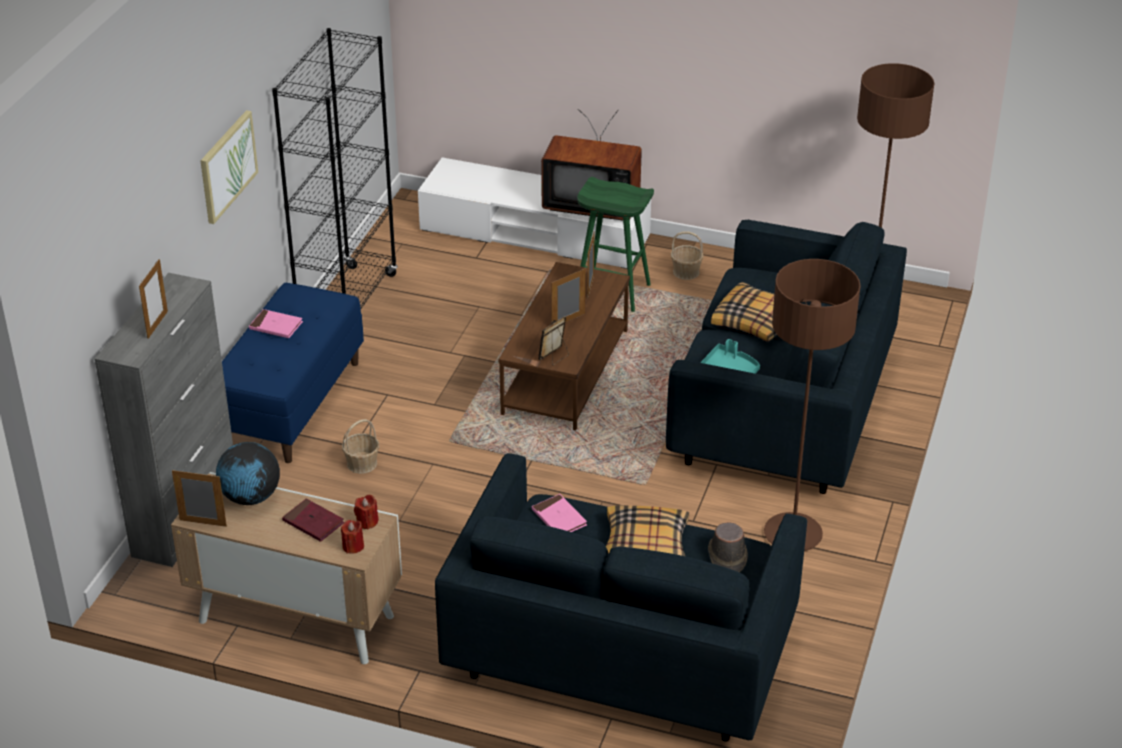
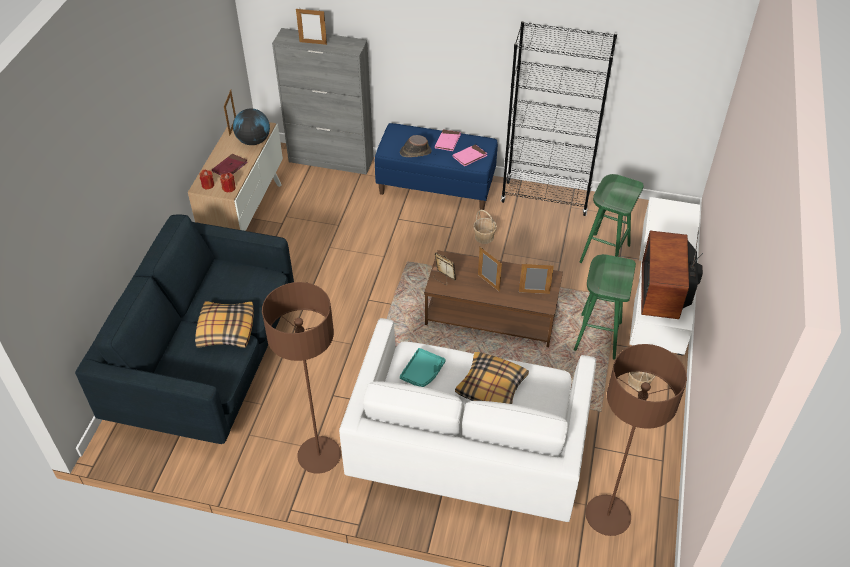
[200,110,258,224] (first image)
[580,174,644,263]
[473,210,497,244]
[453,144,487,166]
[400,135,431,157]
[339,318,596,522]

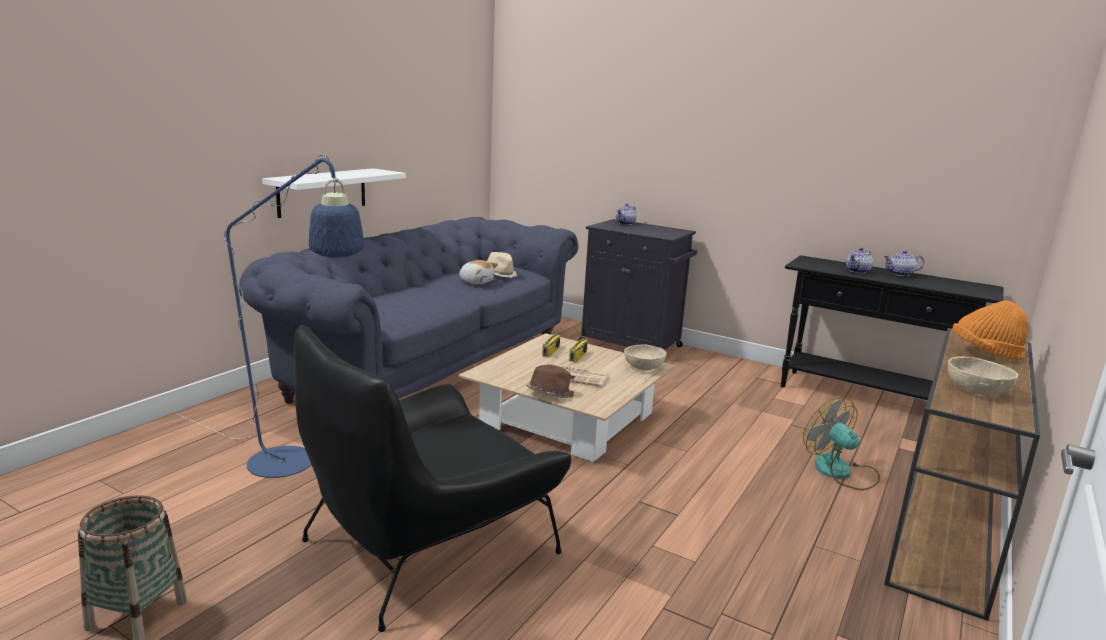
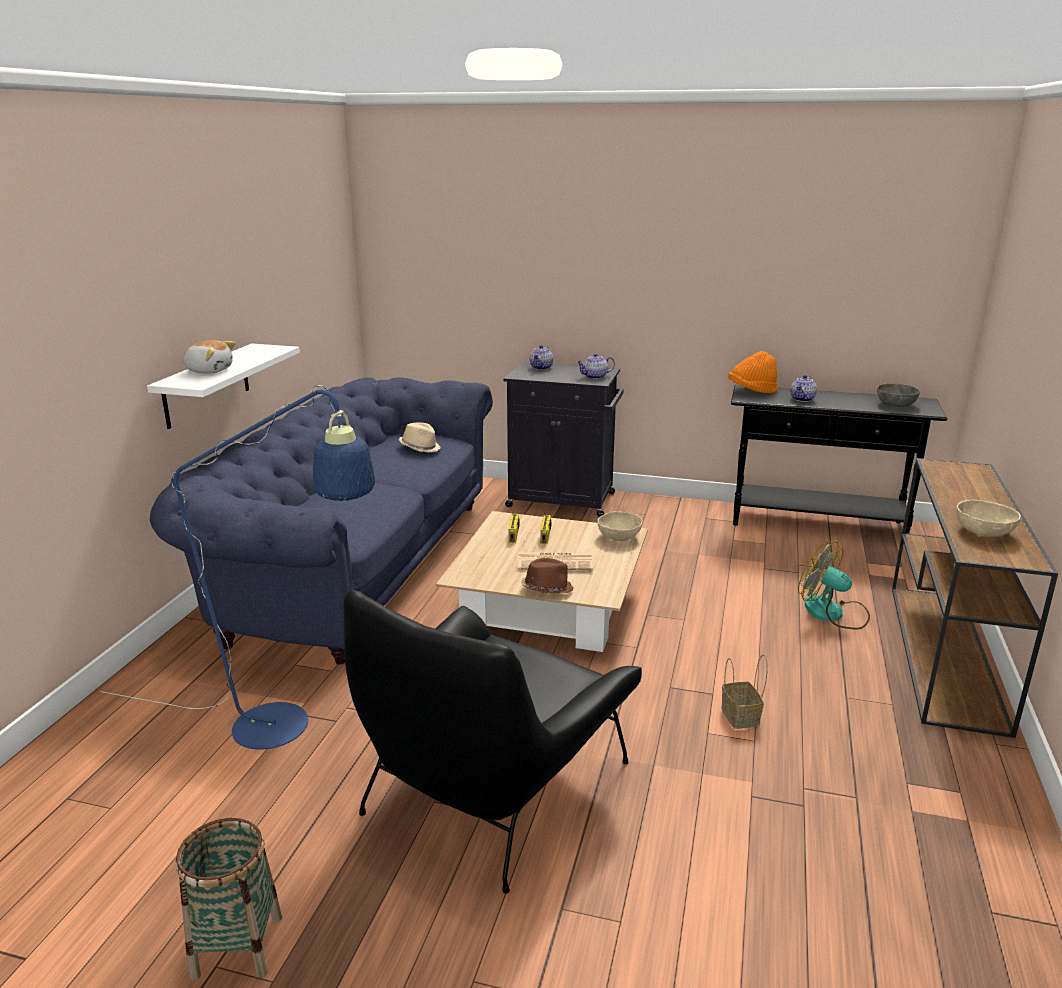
[722,654,768,729]
[877,383,920,407]
[182,340,236,374]
[577,353,615,379]
[728,351,778,393]

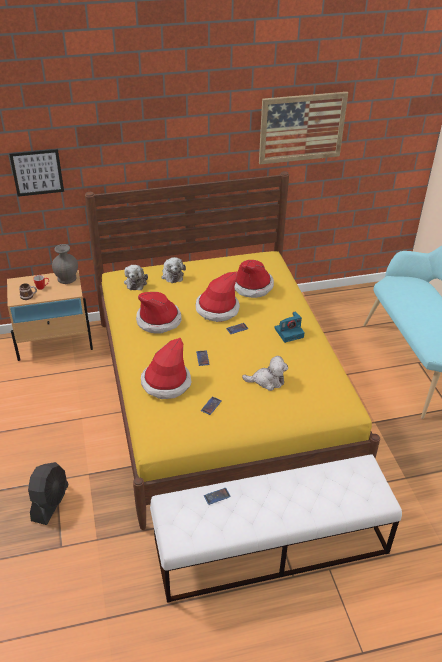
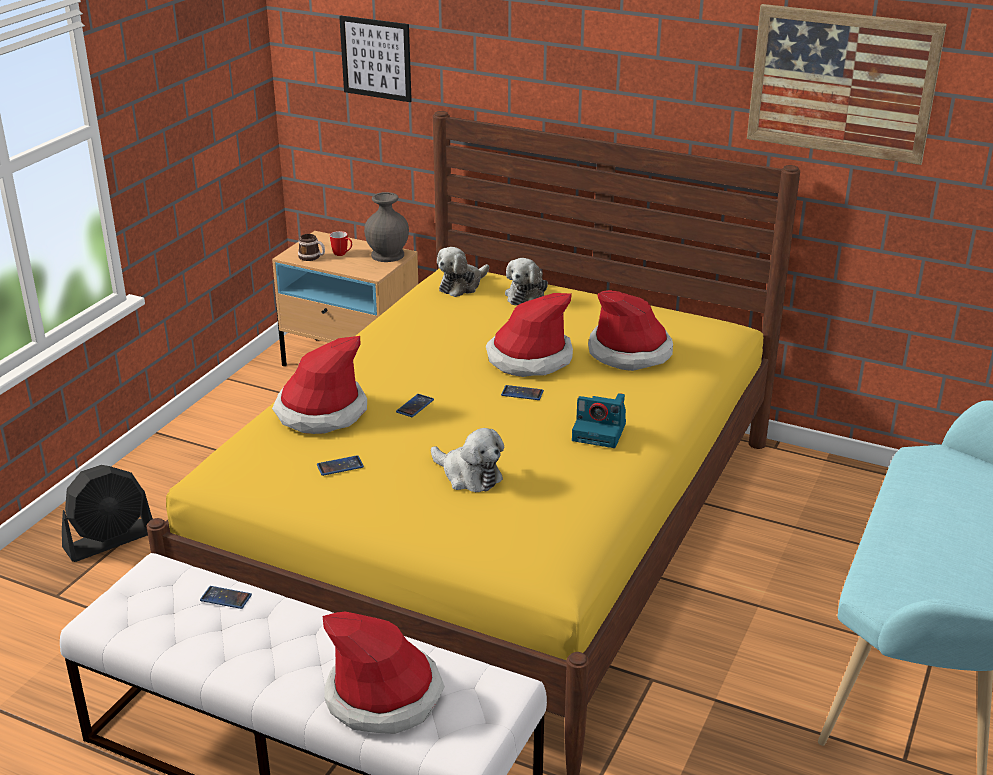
[322,612,445,734]

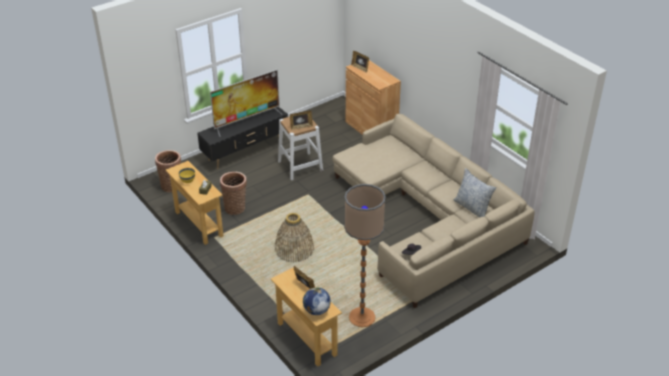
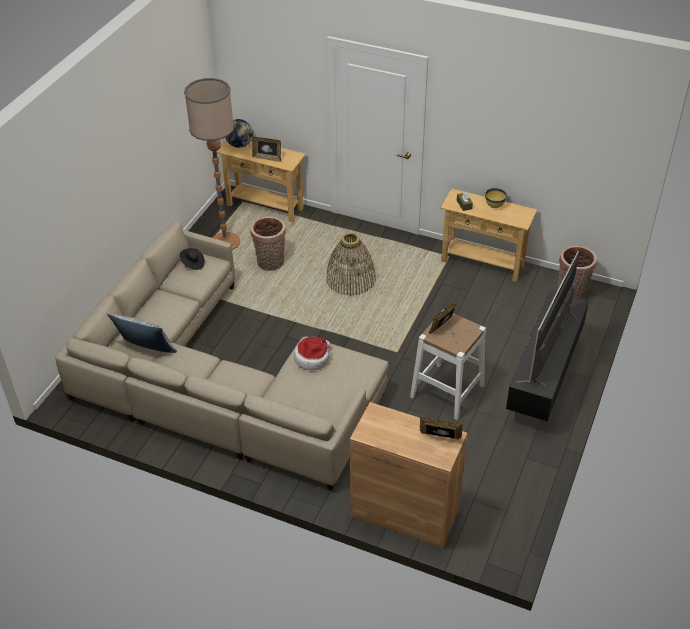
[294,337,330,370]
[251,216,286,271]

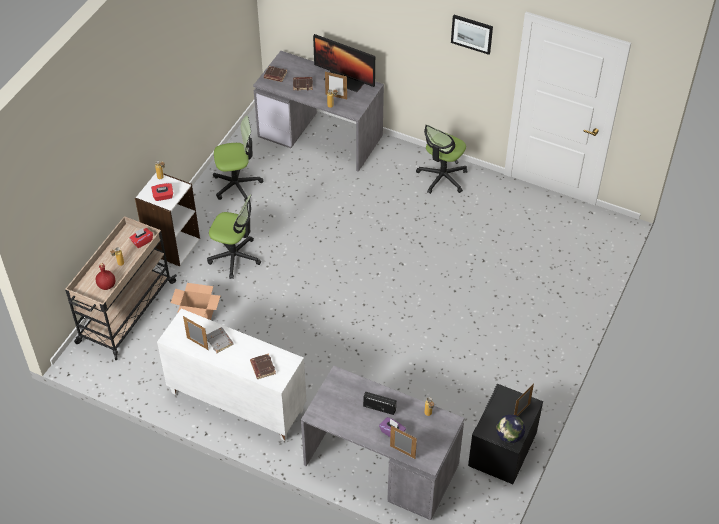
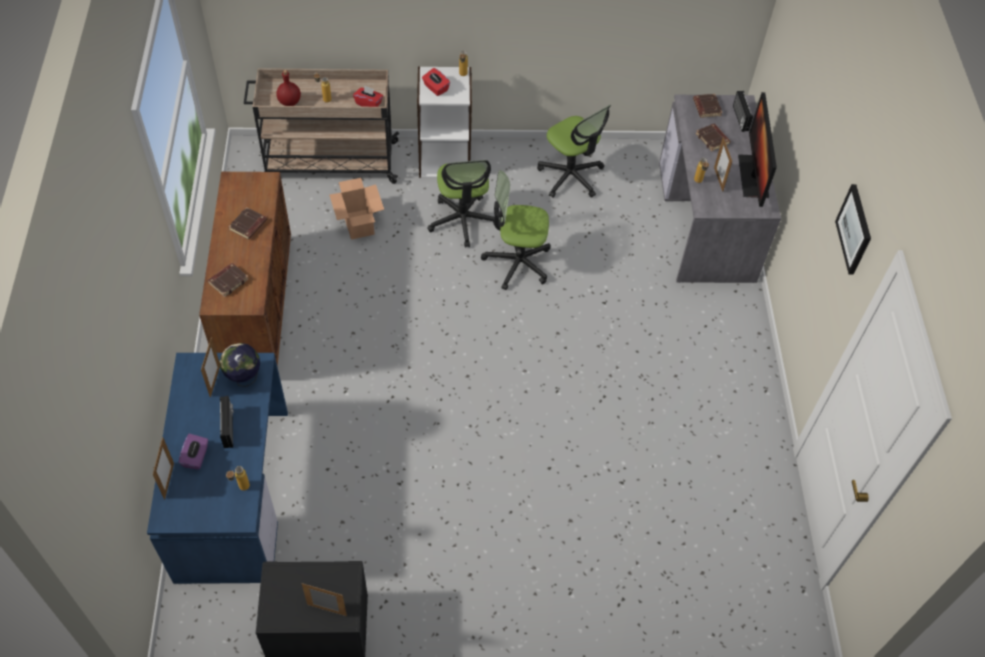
[733,91,753,132]
[201,337,220,397]
[481,170,551,290]
[220,343,260,387]
[199,172,291,367]
[229,207,267,239]
[147,353,288,584]

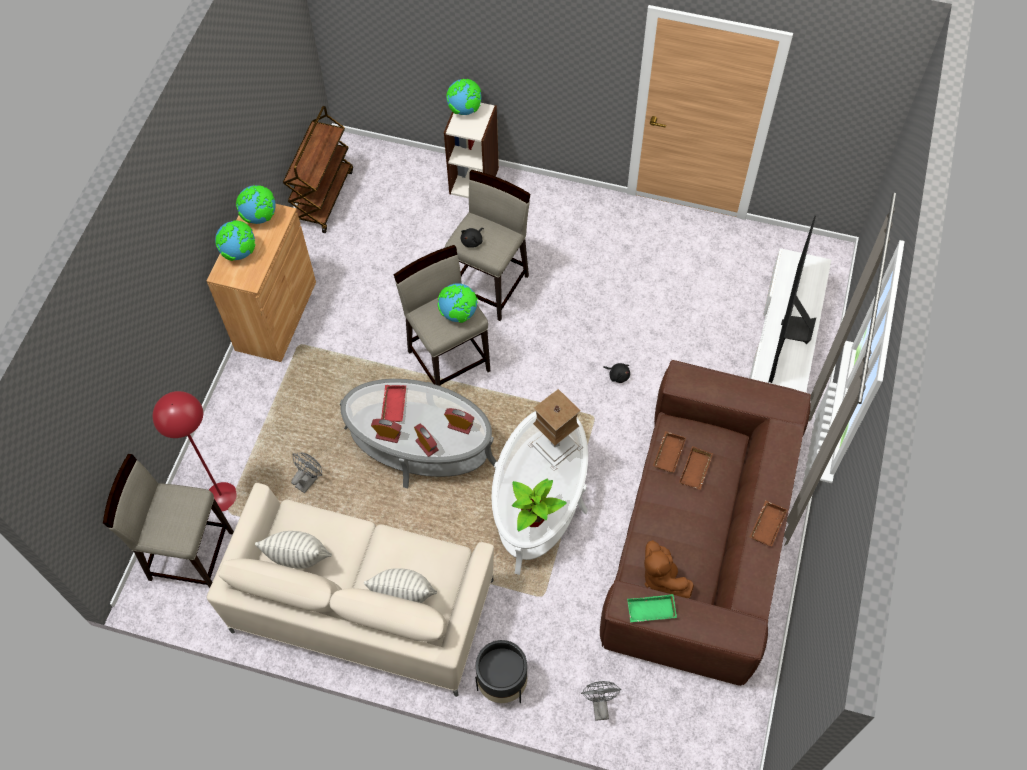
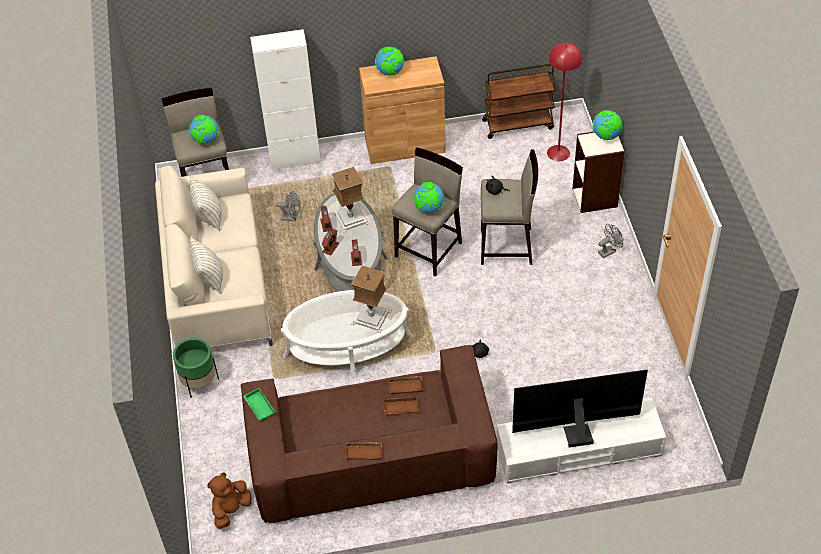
[512,479,567,531] (first image)
[250,29,321,170]
[547,42,582,161]
[189,115,219,144]
[598,224,623,258]
[207,472,252,529]
[331,167,370,233]
[173,338,219,398]

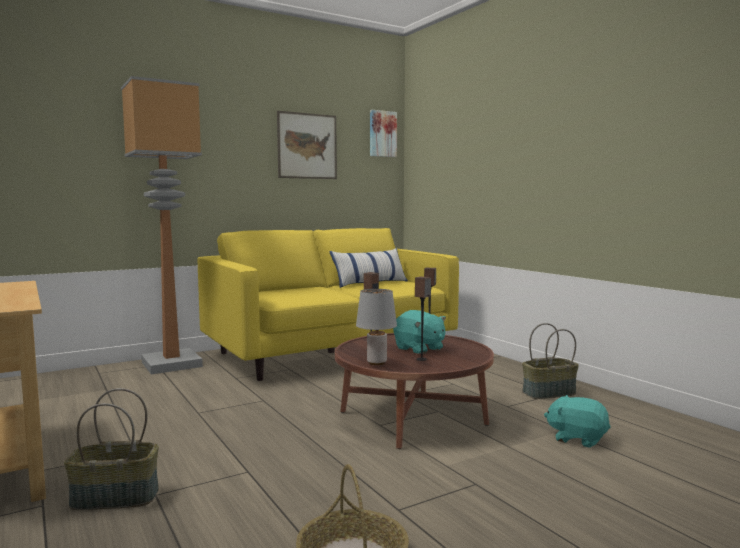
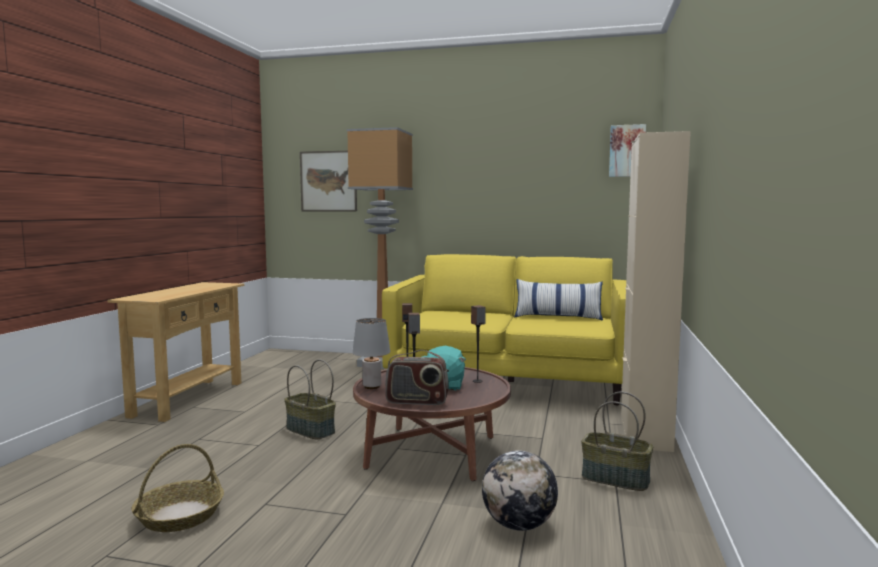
[385,350,449,405]
[621,131,691,452]
[284,359,336,439]
[300,151,357,211]
[482,450,558,531]

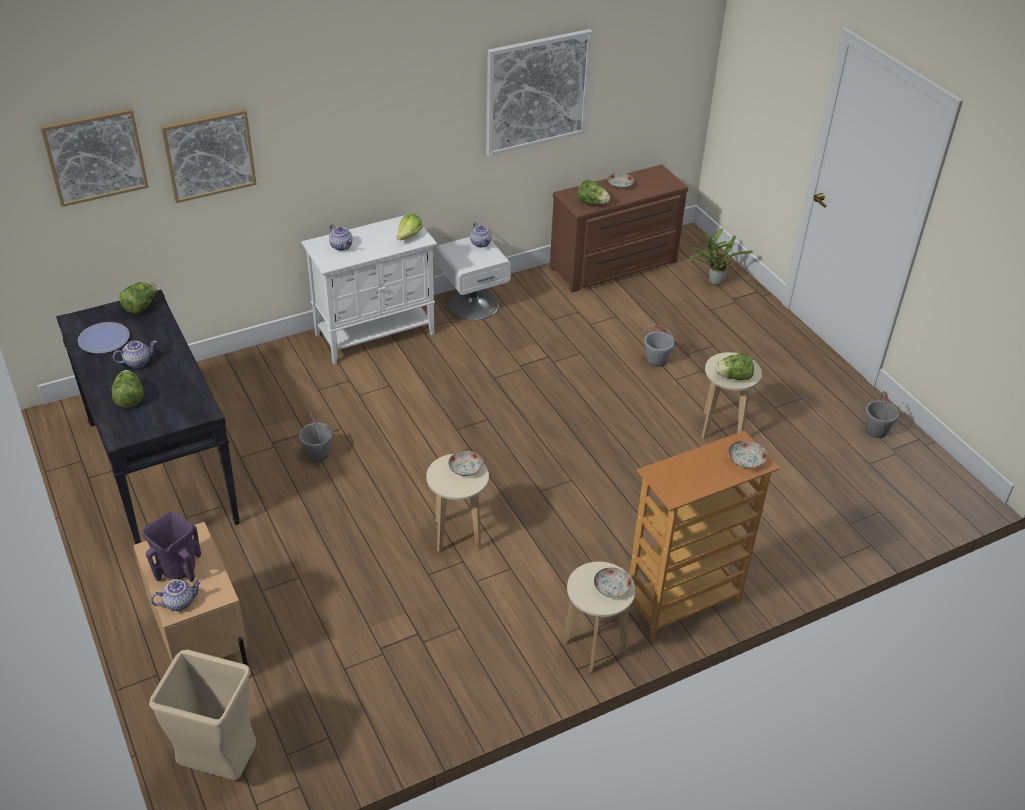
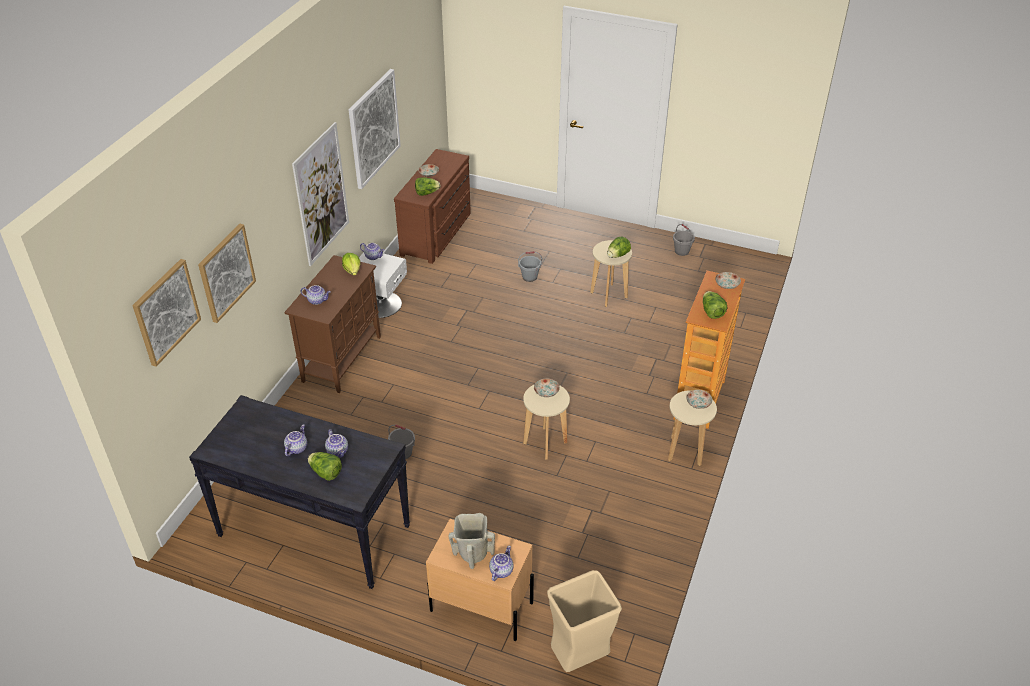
[78,322,130,354] (first image)
[689,229,753,285] (first image)
[292,122,349,266]
[325,429,348,458]
[703,291,727,319]
[449,513,495,569]
[284,255,381,393]

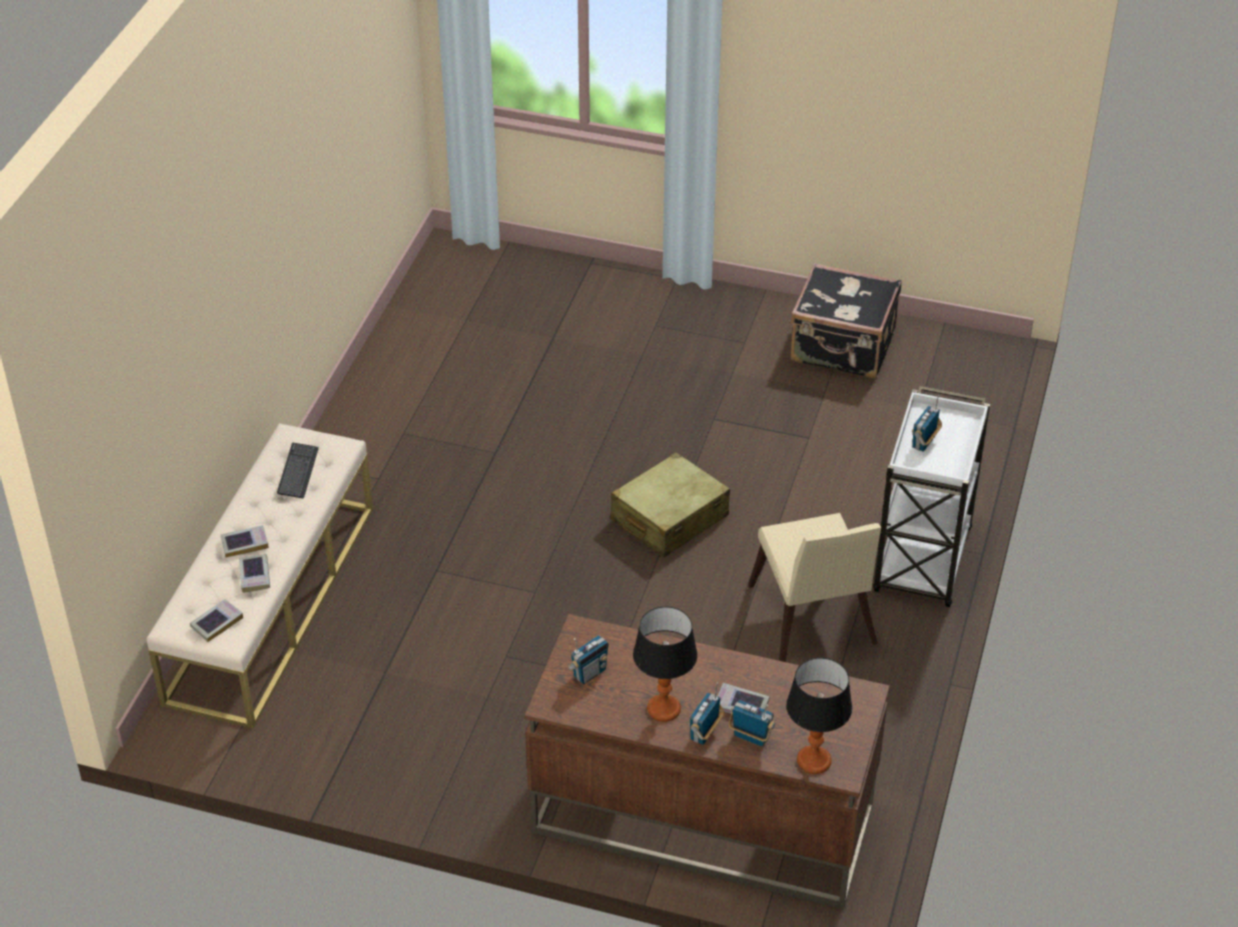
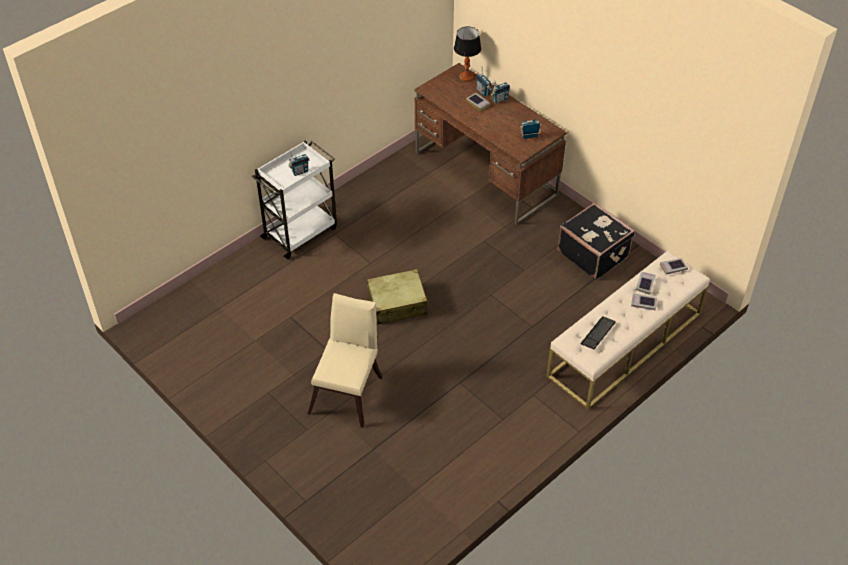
[633,606,697,722] (first image)
[307,293,382,428]
[557,202,635,280]

